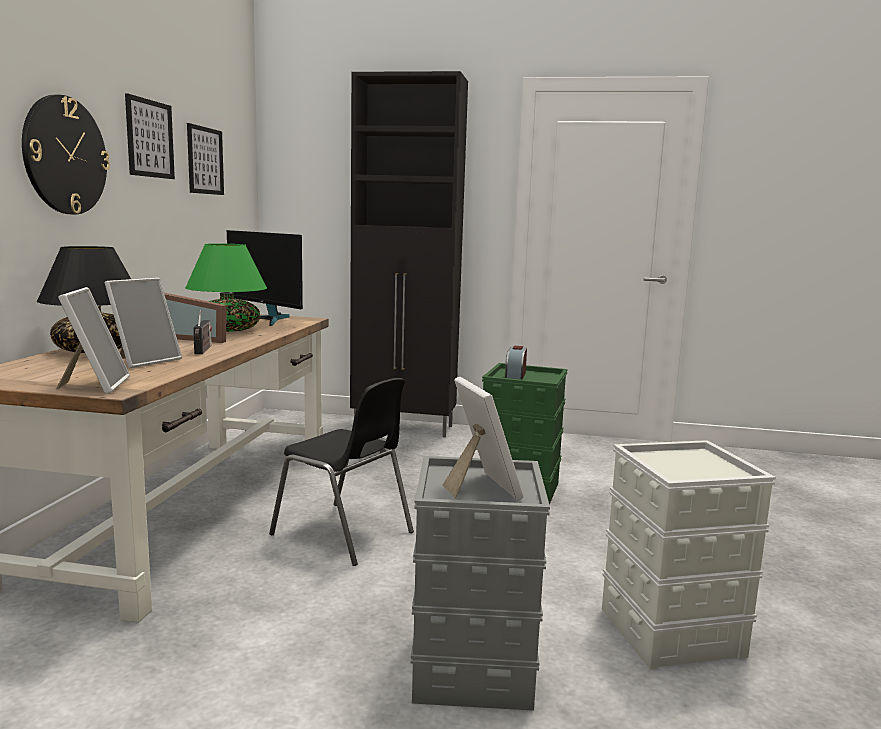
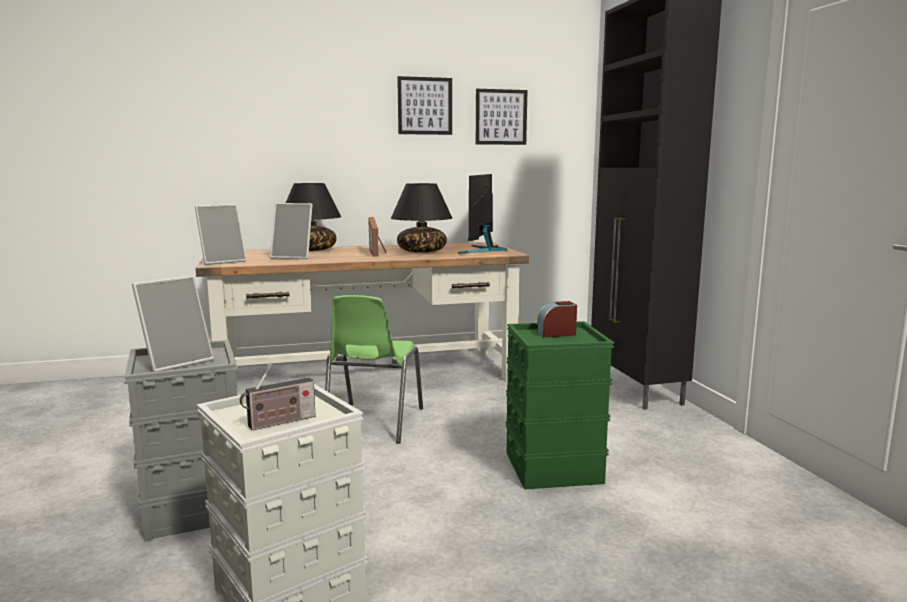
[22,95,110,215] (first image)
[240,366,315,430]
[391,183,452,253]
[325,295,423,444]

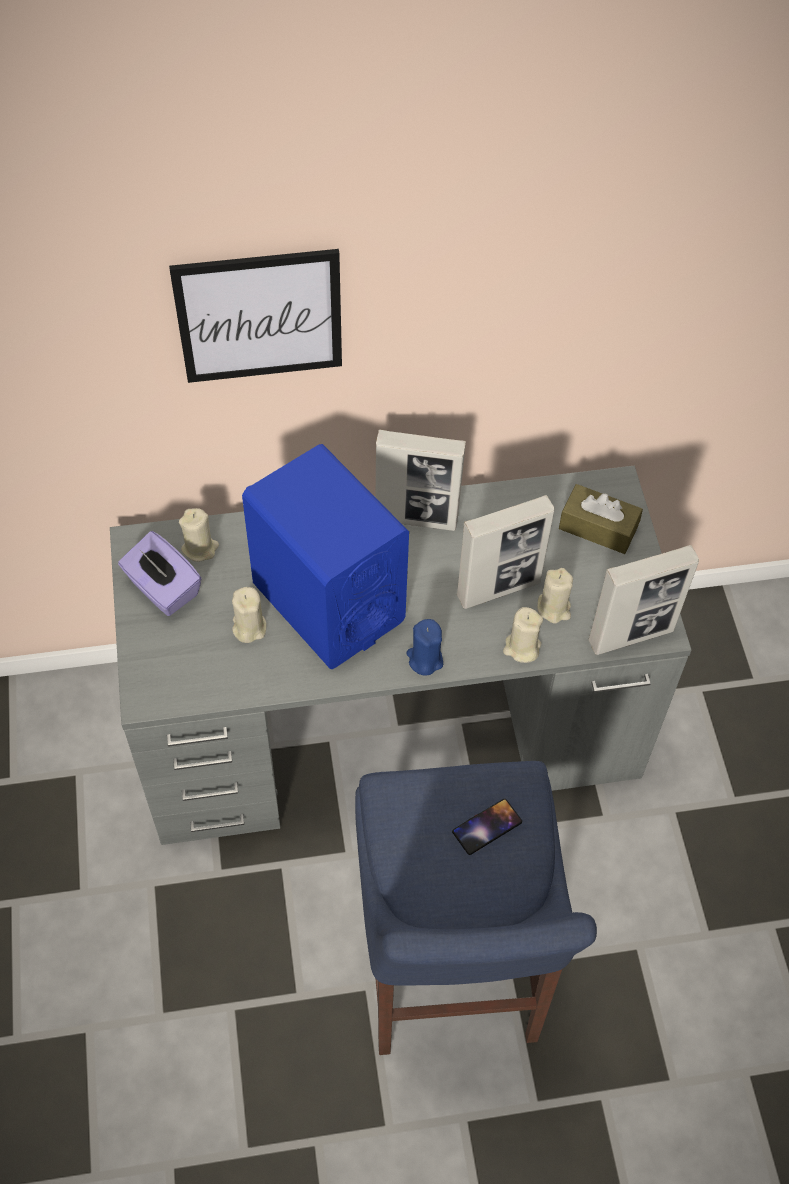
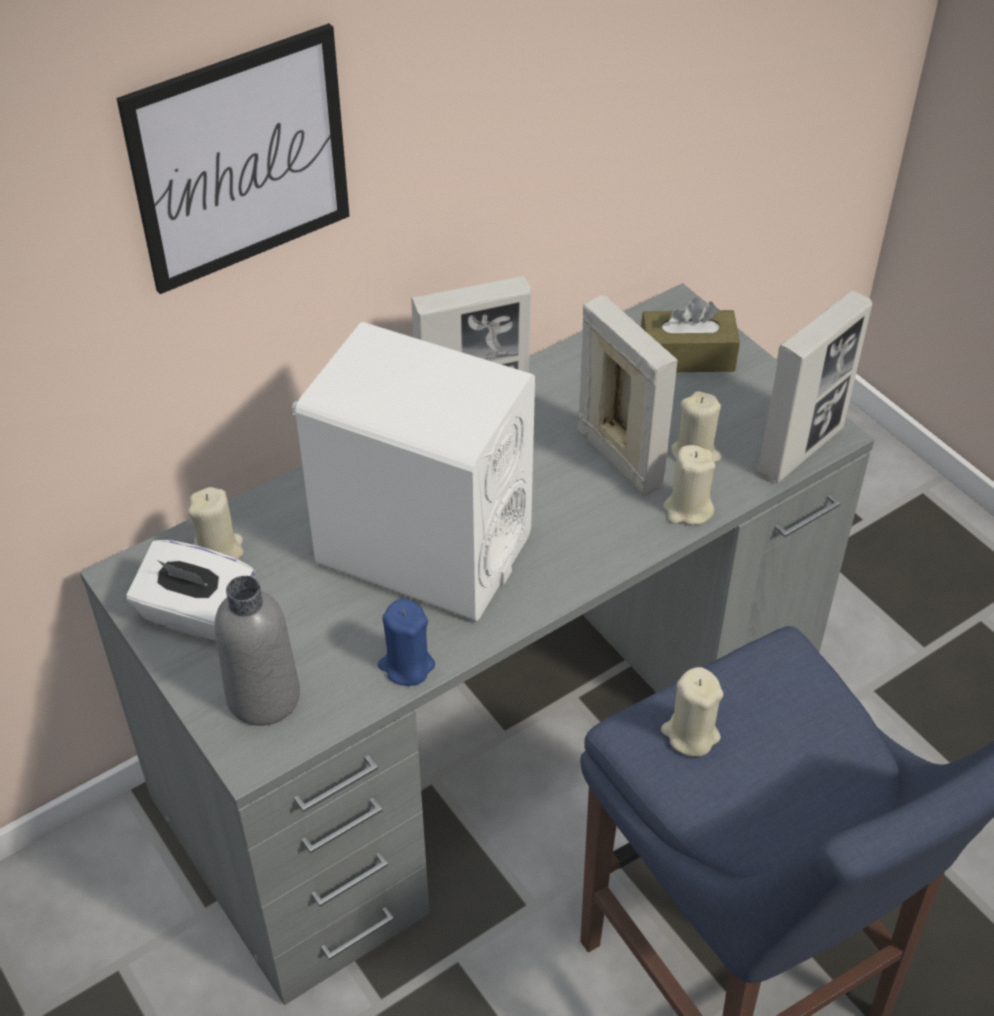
[452,799,522,855] (first image)
[215,576,300,726]
[661,667,724,757]
[378,598,435,686]
[127,540,255,642]
[292,322,535,621]
[577,295,678,496]

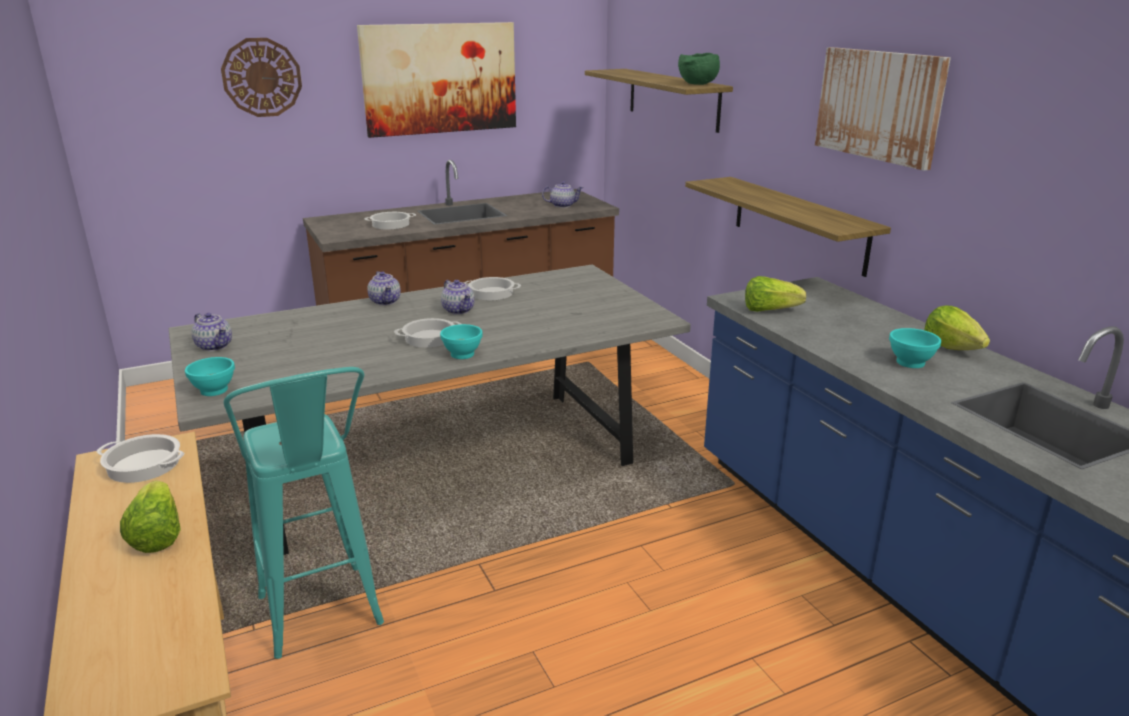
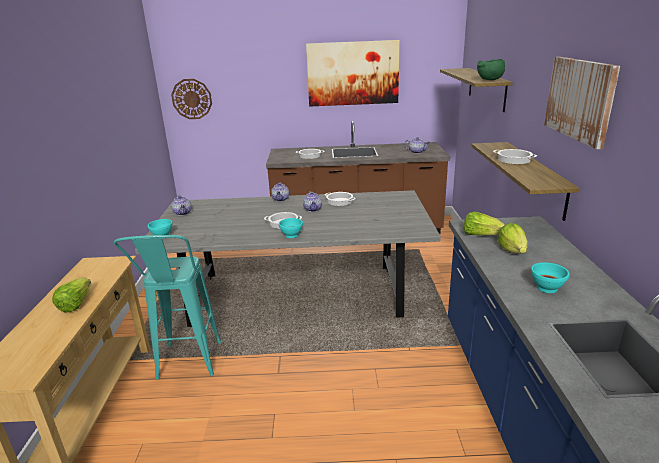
[493,149,537,164]
[171,79,212,119]
[498,223,528,253]

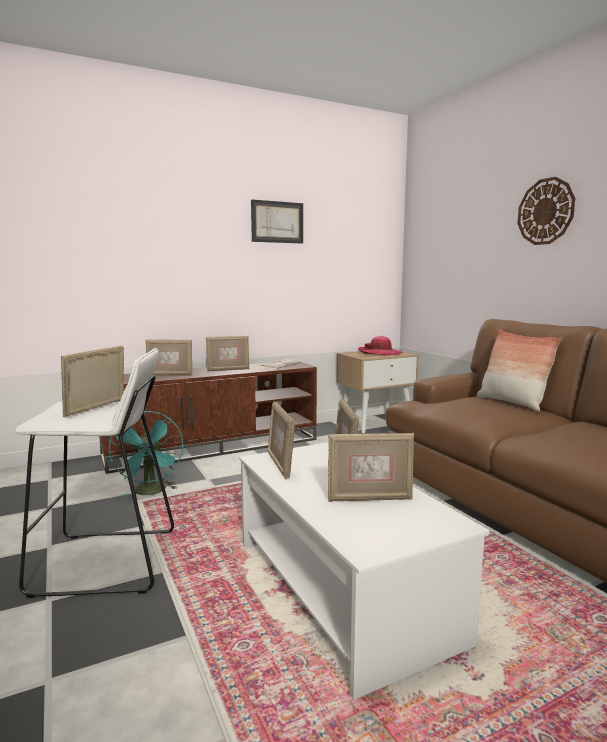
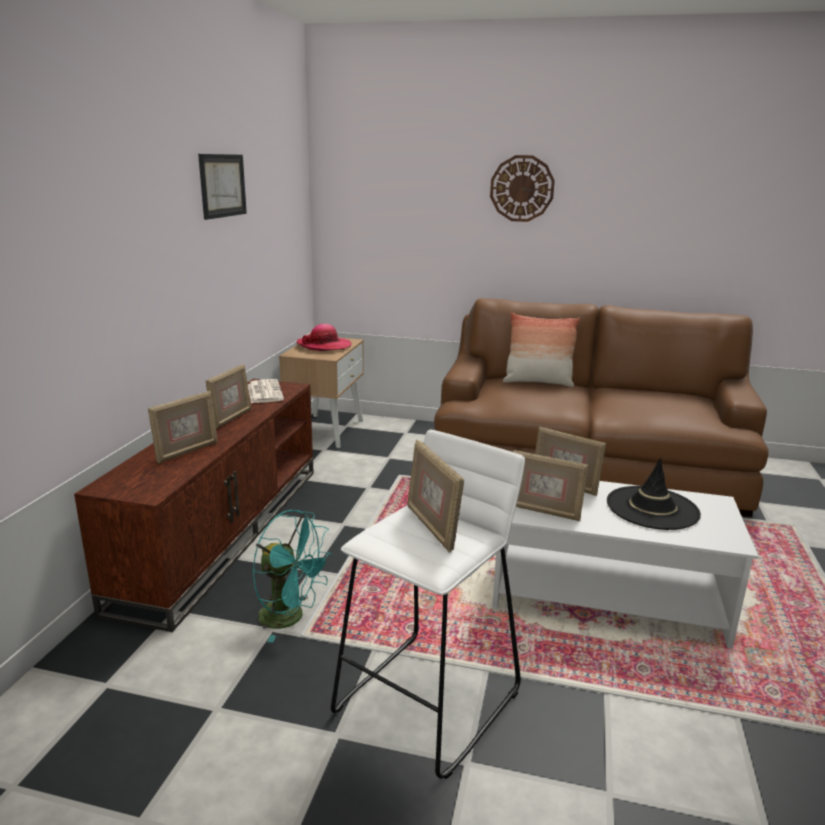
[607,457,701,530]

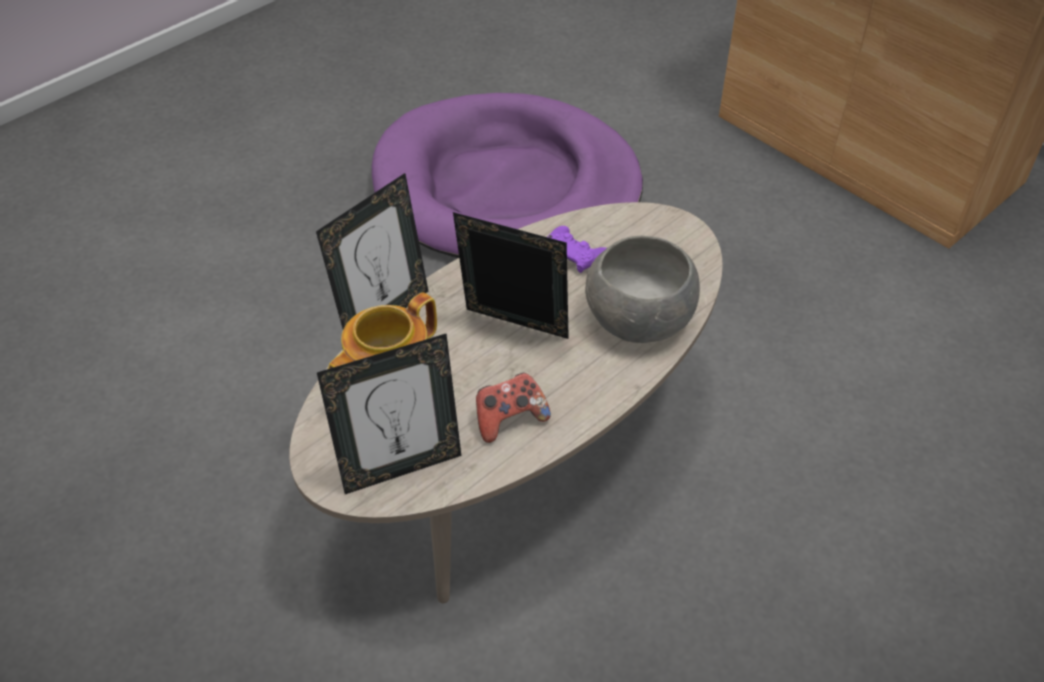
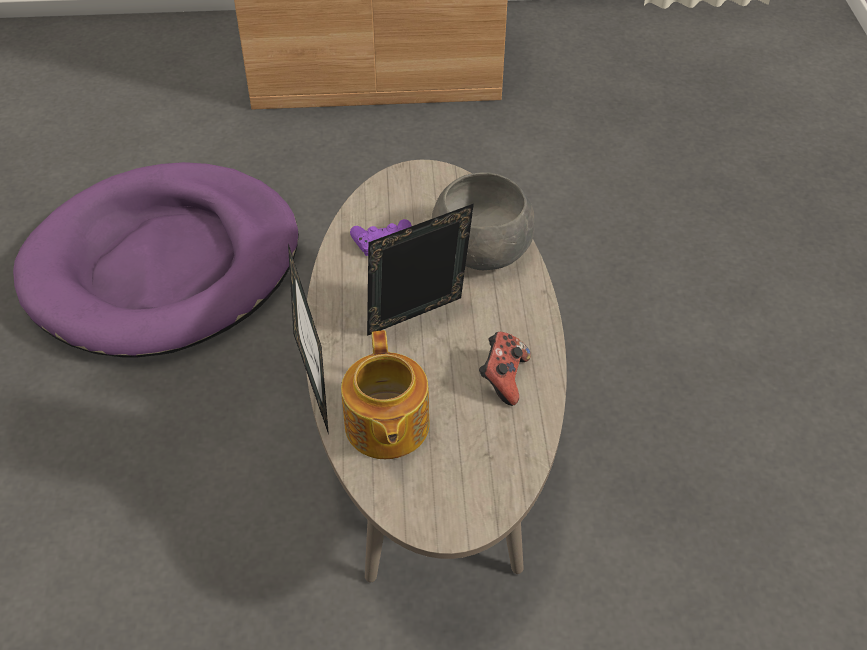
[317,334,461,494] (first image)

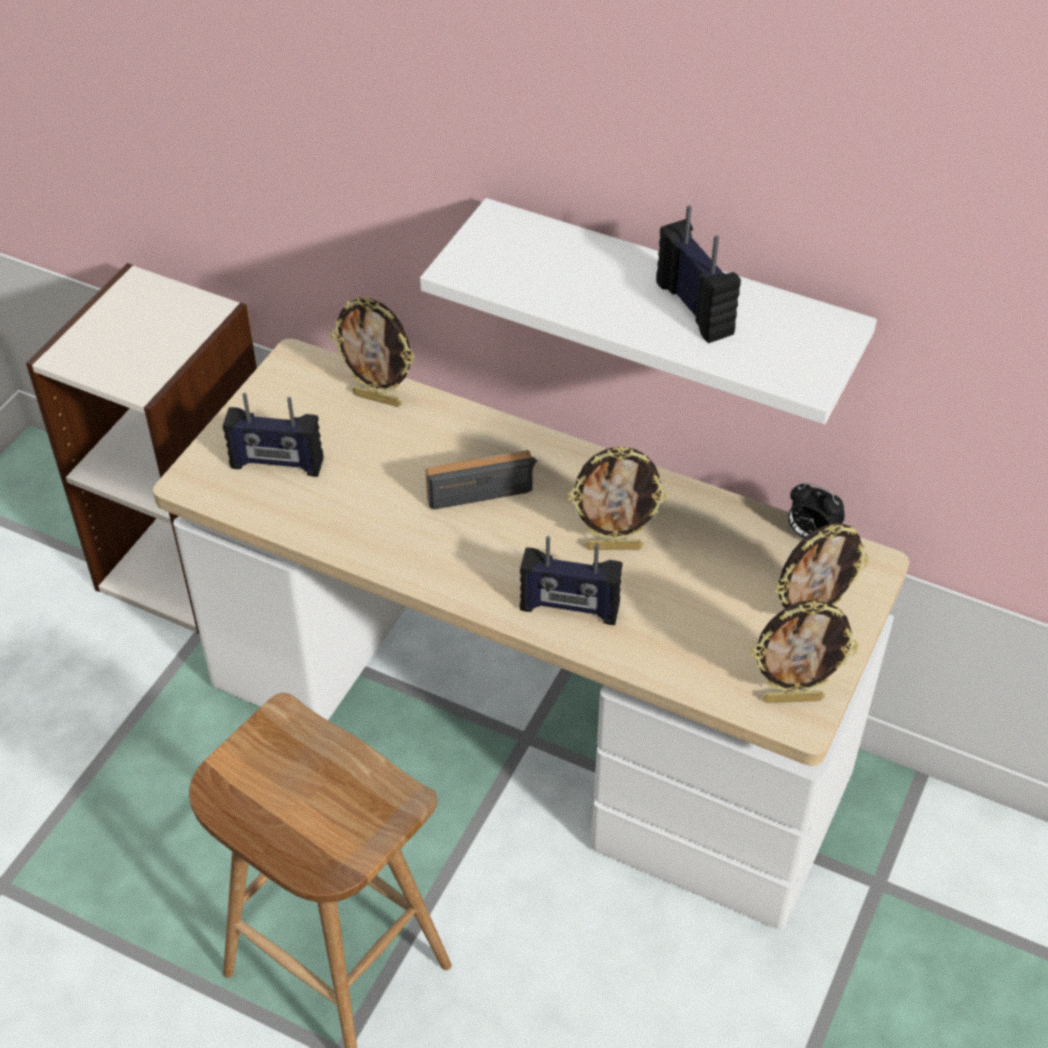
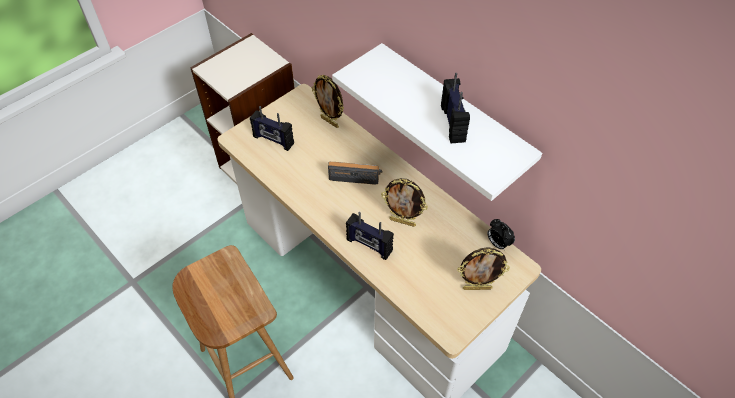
[750,600,859,703] (first image)

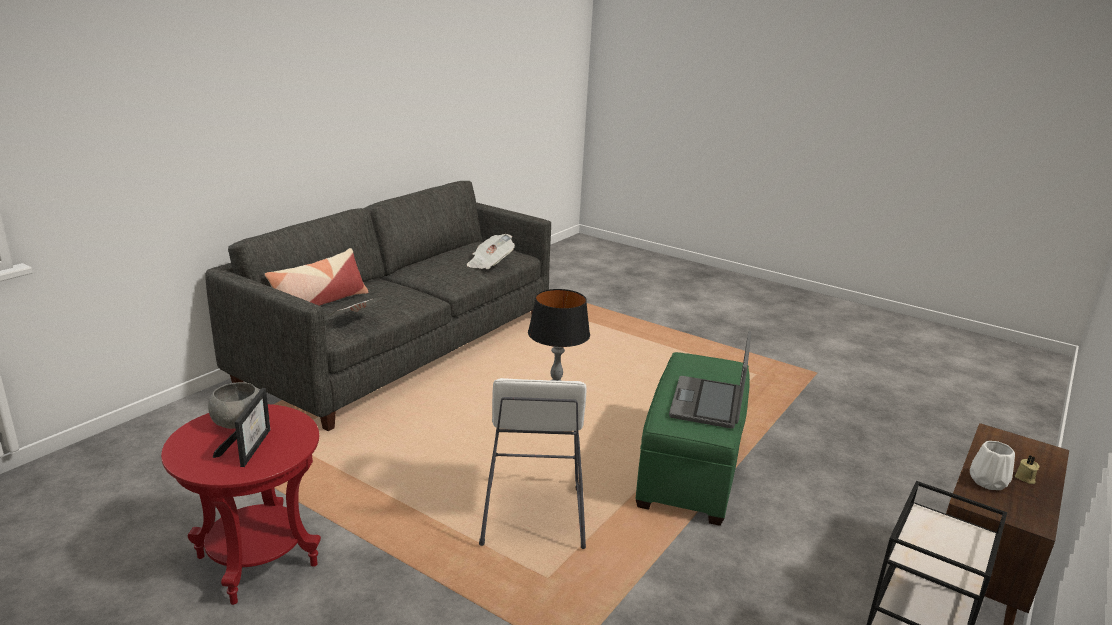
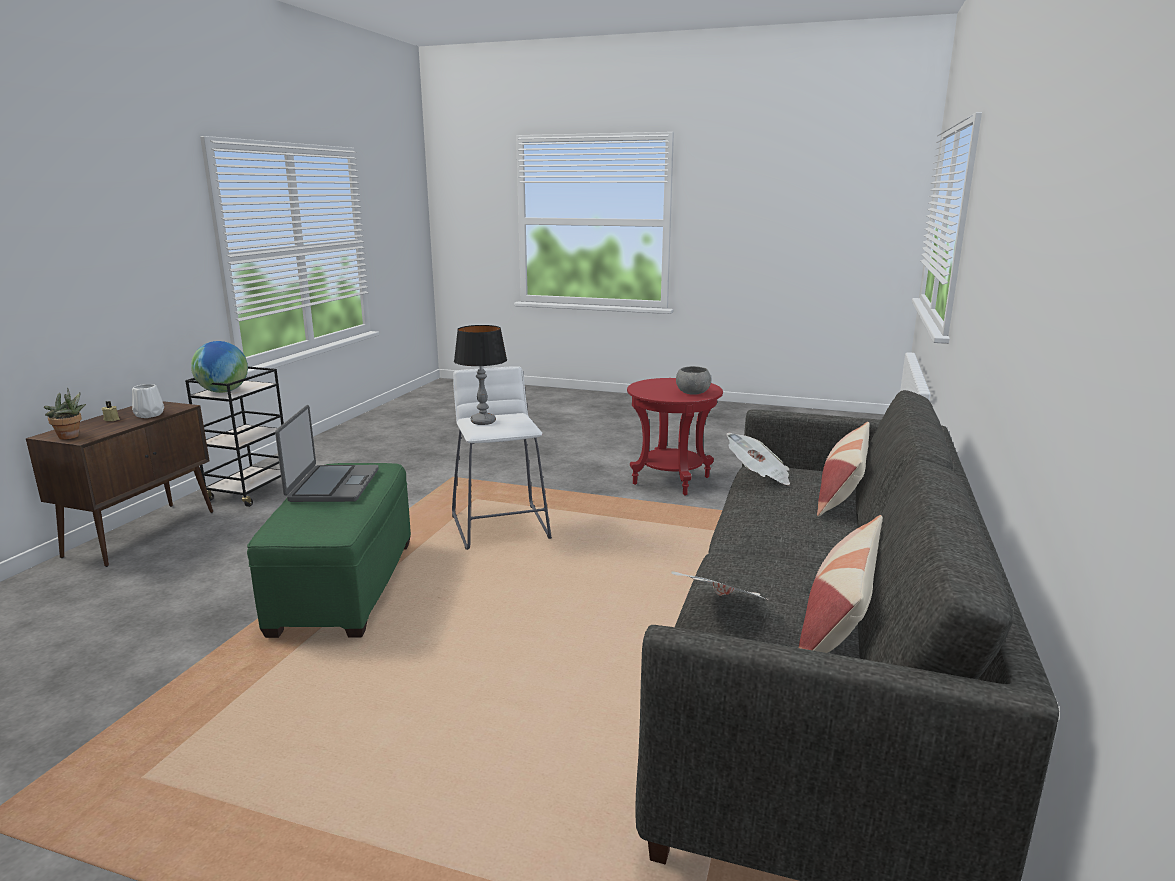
[213,388,270,467] (first image)
[44,388,86,440]
[191,341,248,393]
[799,515,883,653]

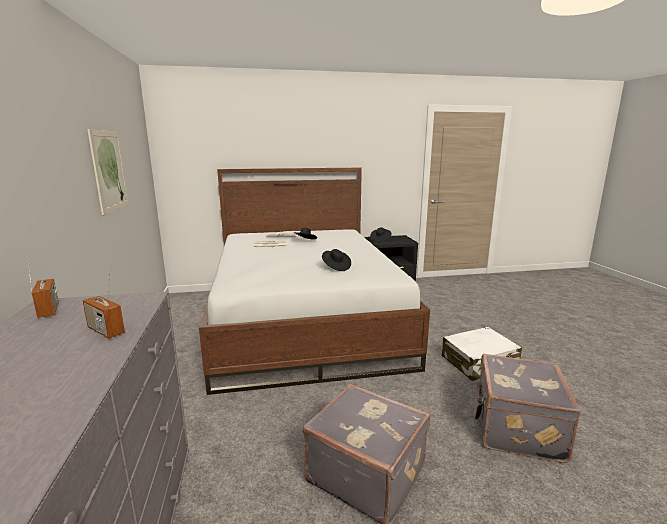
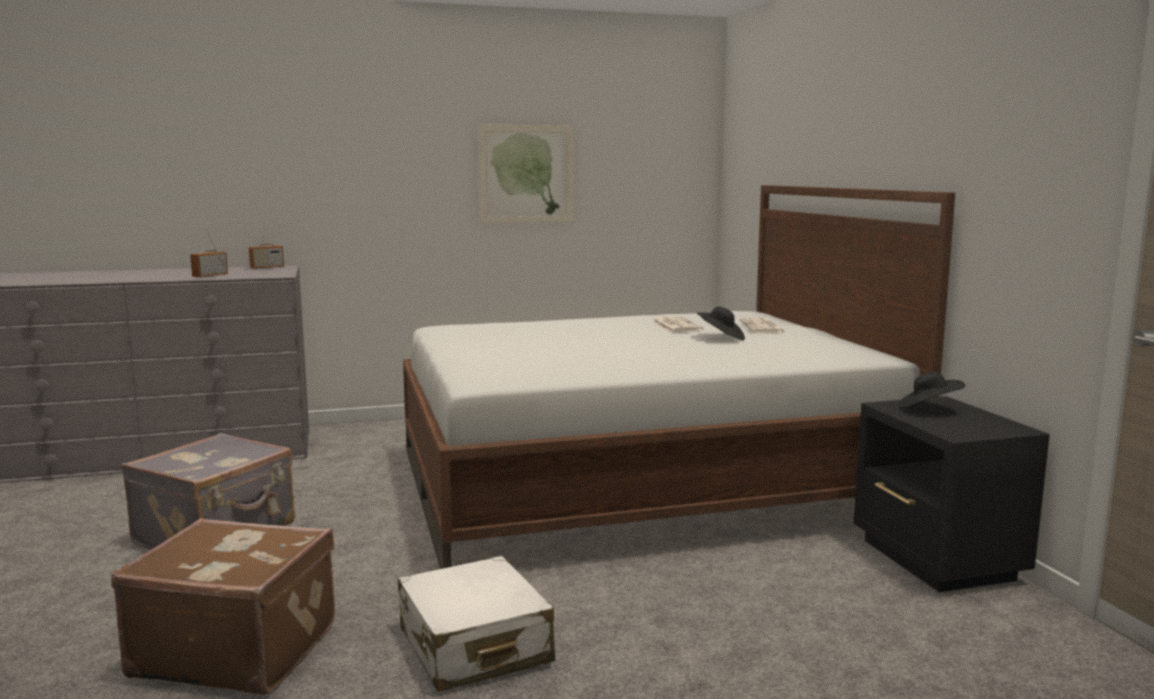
[322,249,351,271] (first image)
[111,518,335,694]

